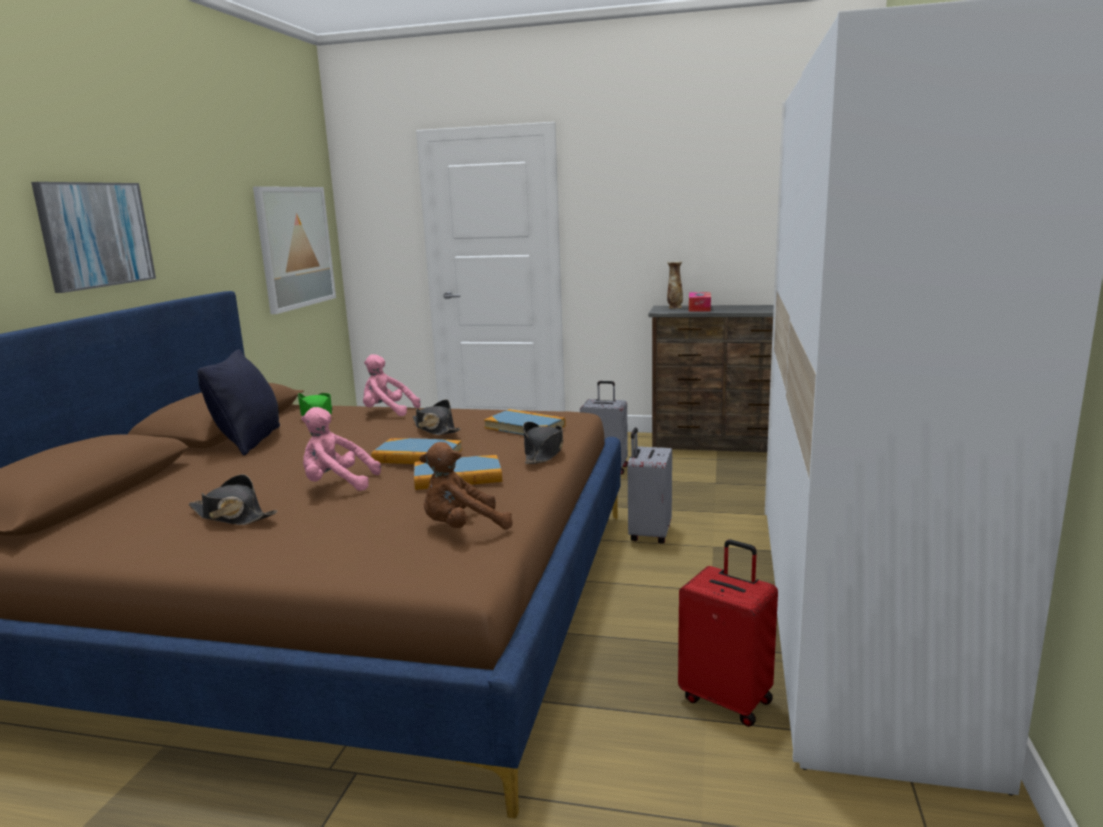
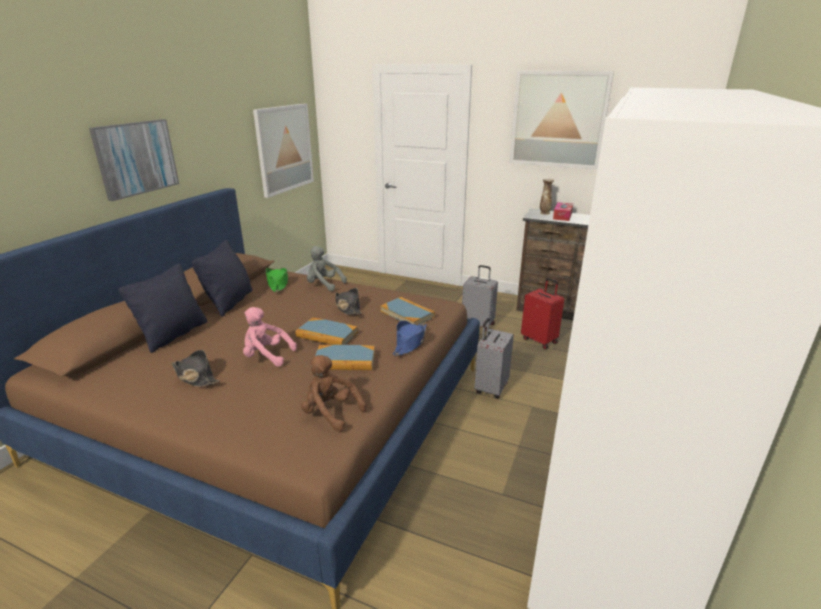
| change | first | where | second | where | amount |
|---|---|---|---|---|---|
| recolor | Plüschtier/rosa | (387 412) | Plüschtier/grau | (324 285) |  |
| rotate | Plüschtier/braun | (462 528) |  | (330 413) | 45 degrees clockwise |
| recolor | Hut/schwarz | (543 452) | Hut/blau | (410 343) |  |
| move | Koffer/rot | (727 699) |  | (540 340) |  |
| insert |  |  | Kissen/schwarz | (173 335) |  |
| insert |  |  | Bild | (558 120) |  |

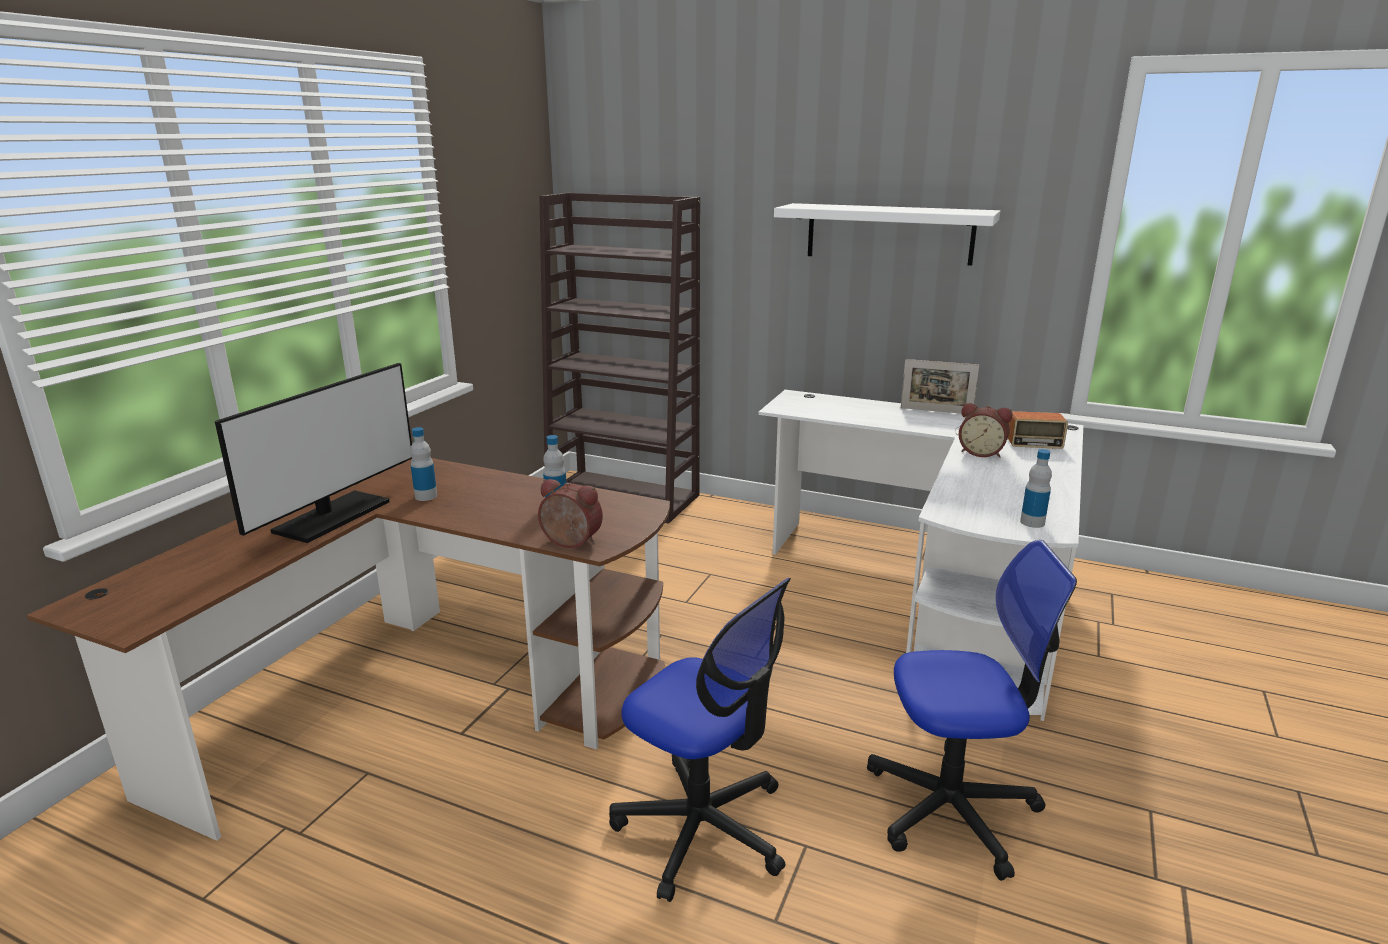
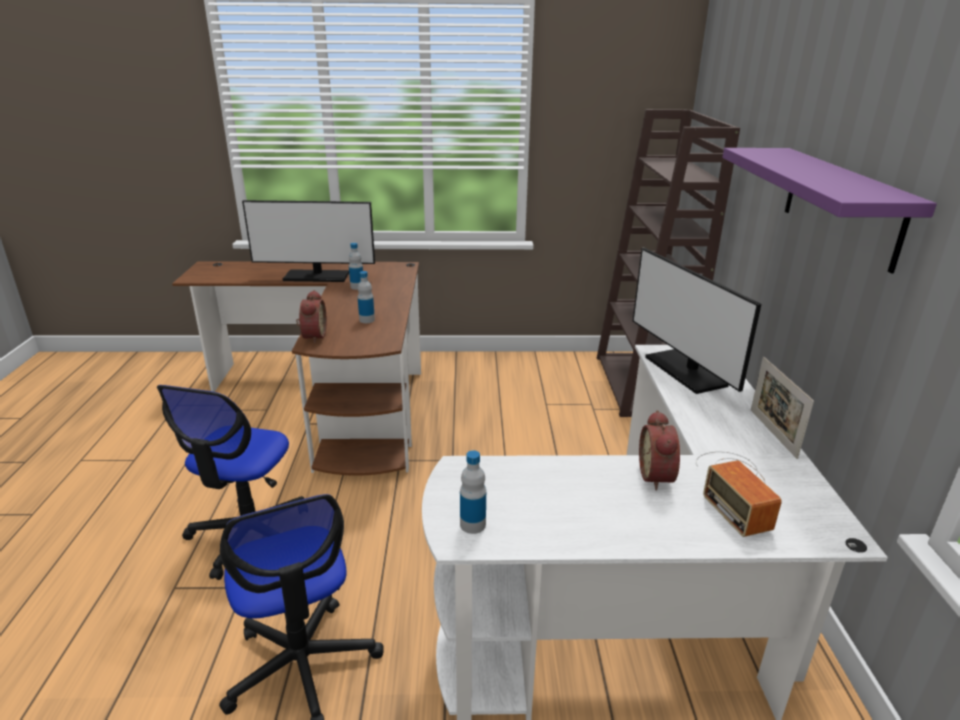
| change | first | where | second | where | amount |
|---|---|---|---|---|---|
| recolor | Wandregal/weiß | (889 233) | Wandregal/lila | (841 205) |  |
| insert |  |  | Monitor | (685 371) |  |

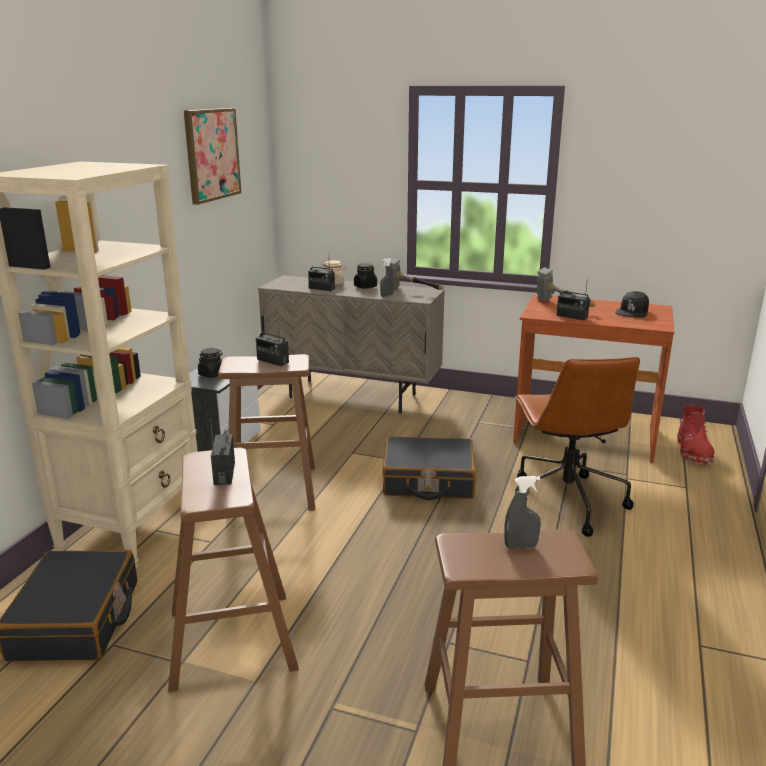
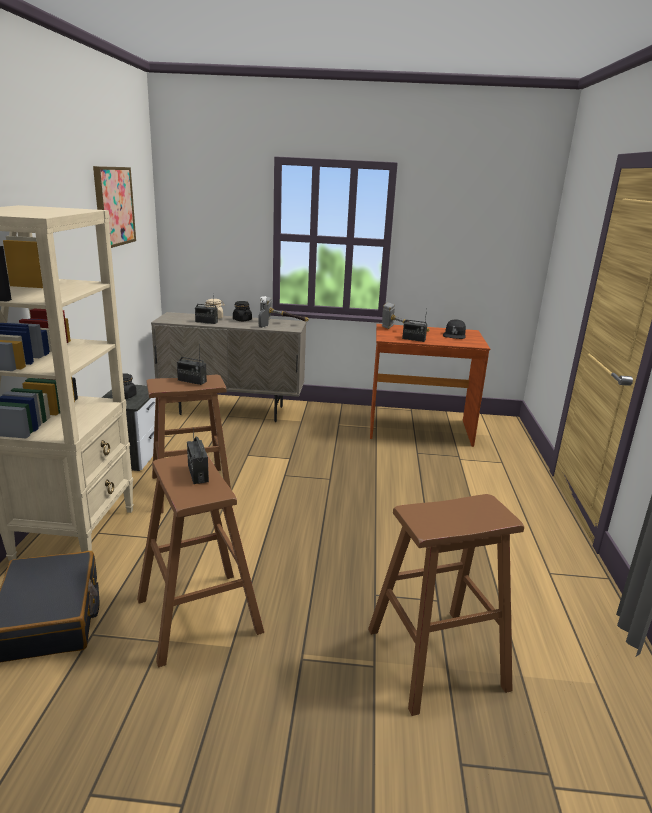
| change | first | where | second | where | amount |
|---|---|---|---|---|---|
| delete | Koffer/schwarz | (428 481) |  |  |  |
| delete | Sprühflasche/grau | (520 546) |  |  |  |
| delete | Bürostuhl/braun | (565 501) |  |  |  |
| delete | Stiefel/rot | (693 452) |  |  |  |

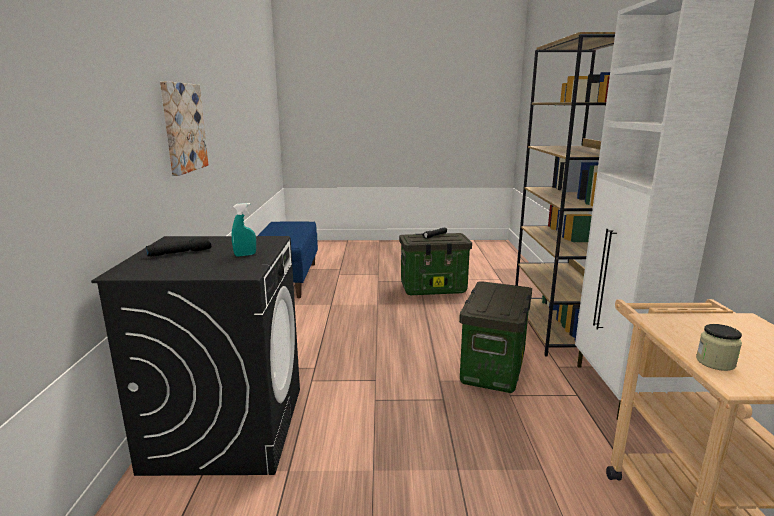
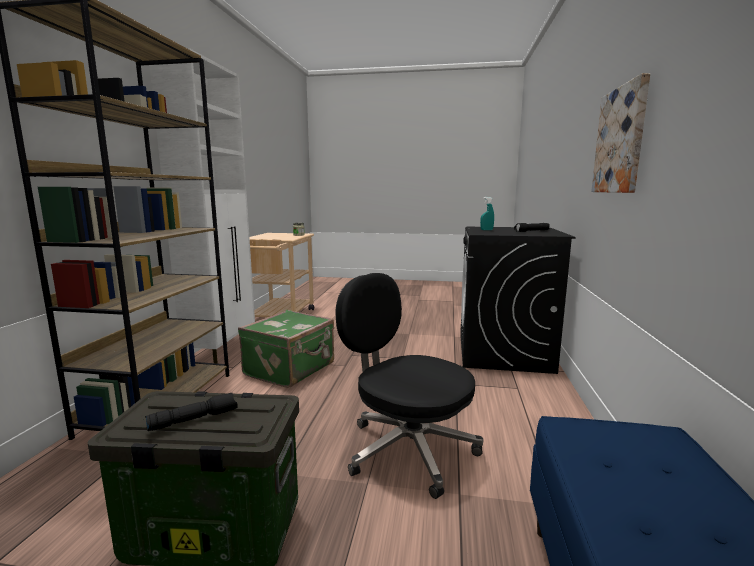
| change | first | where | second | where | amount |
|---|---|---|---|---|---|
| replace | Aufbewahrungsbox | (493 369) | Koffer/grün | (291 369) |  |
| insert |  |  | Bürostuhl/schwarz | (407 449) |  |

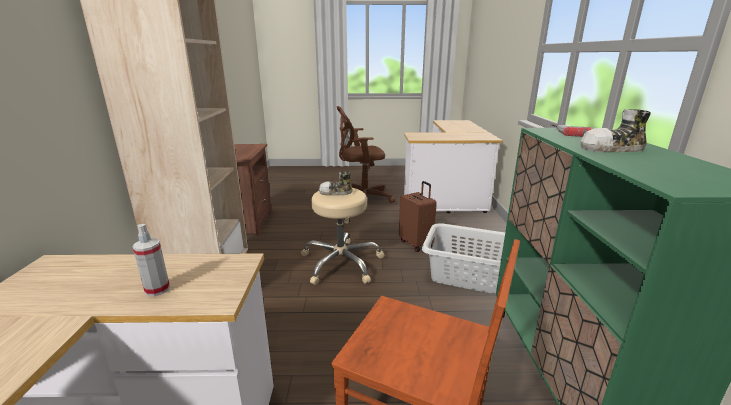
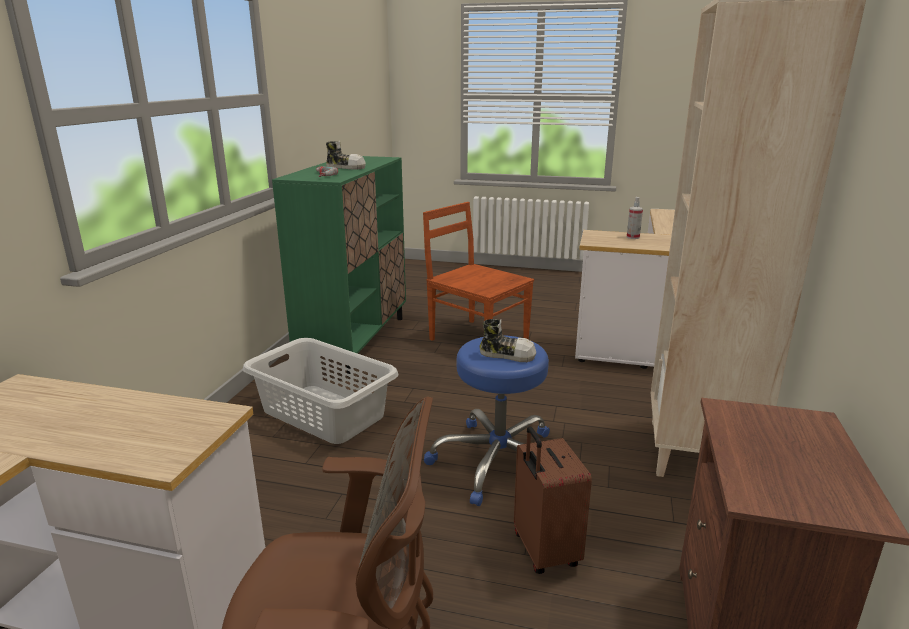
| change | first | where | second | where | amount |
|---|---|---|---|---|---|
| recolor | Hocker/beige | (341 263) | Hocker/blau | (497 461) |  |
| move | Koffer/braun | (416 244) |  | (543 551) |  |

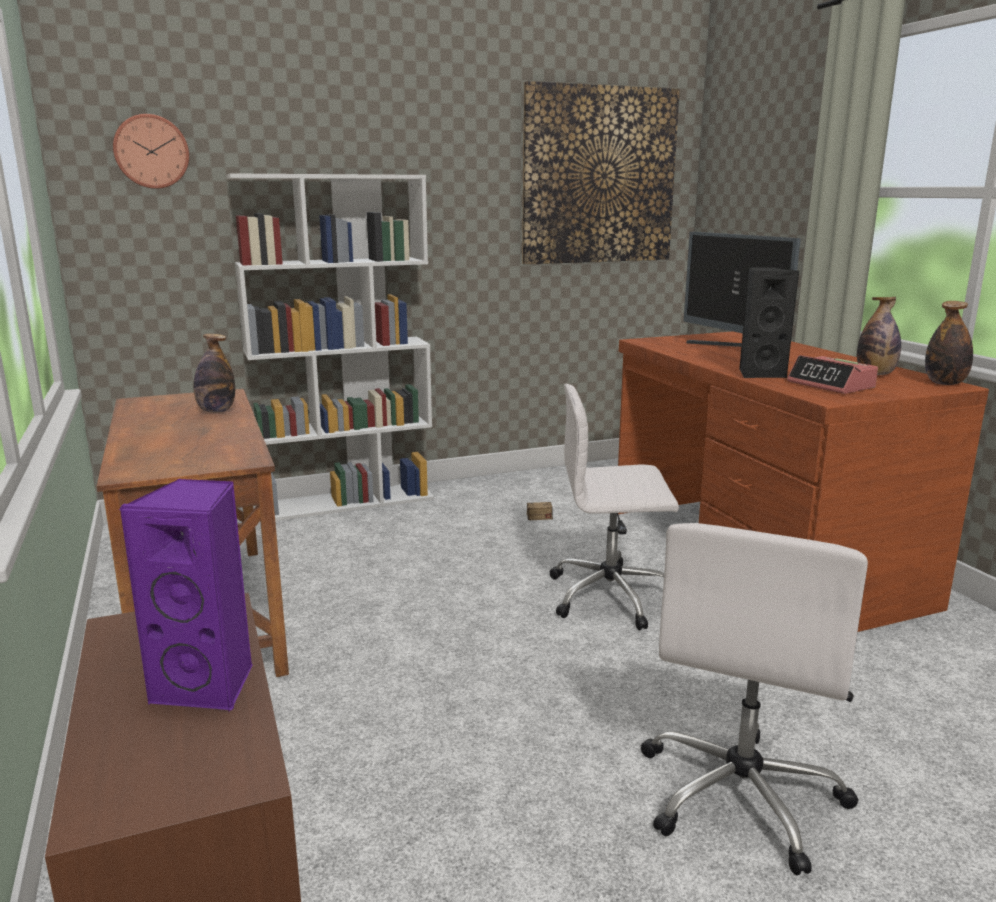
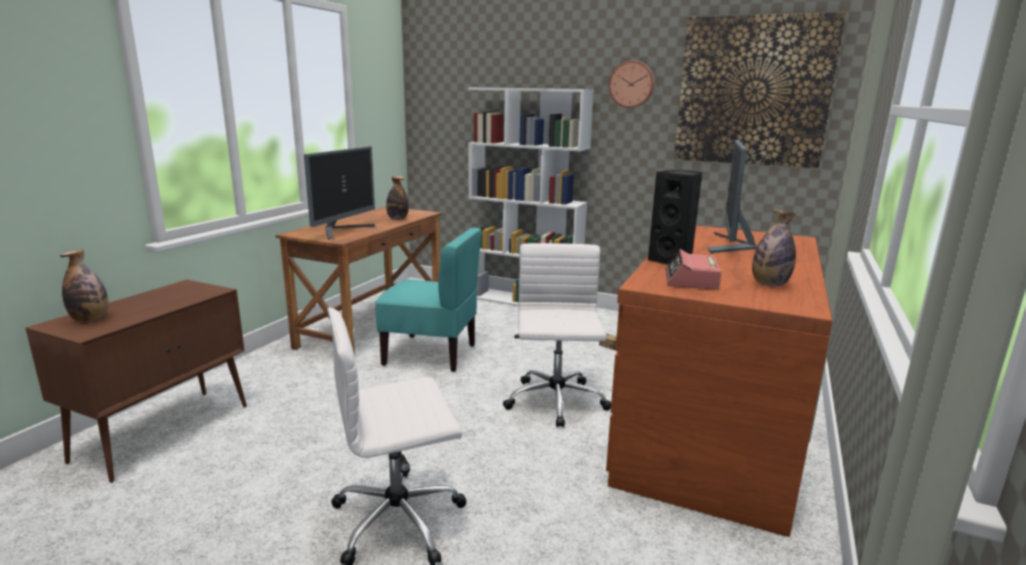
| change | first | where | second | where | amount |
|---|---|---|---|---|---|
| move | Wanduhr | (151 152) |  | (631 84) |  |
| delete | Lautsprecher/lila | (209 685) |  |  |  |
| rotate | Bürostuhl/weiß | (612 596) |  | (555 402) | 45 degrees clockwise |
| move | Flasche | (945 383) |  | (90 319) |  |
| insert |  |  | Monitor | (342 230) |  |
| insert |  |  | Stuhl/türkis | (431 354) |  |

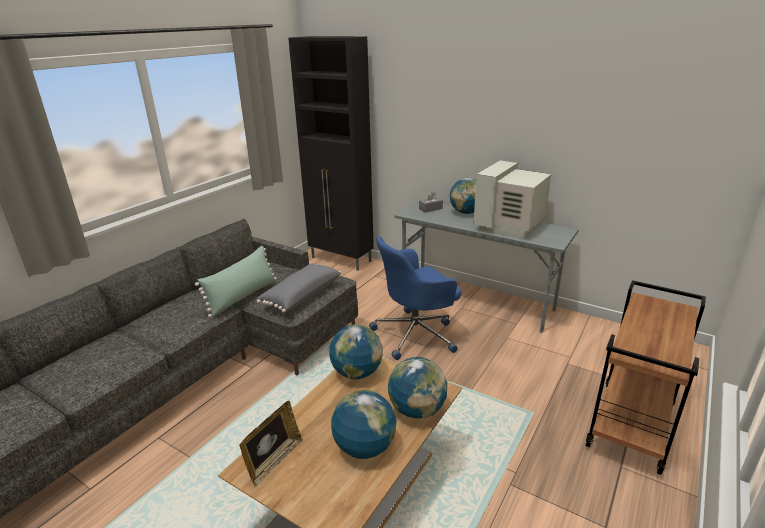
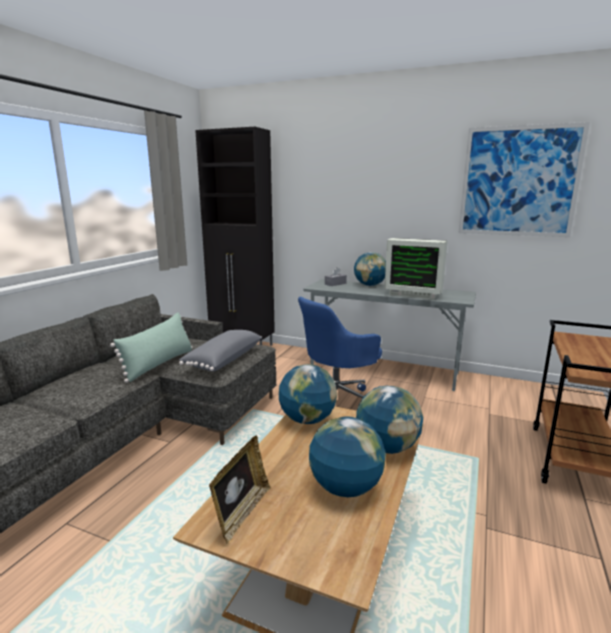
| change | first | where | second | where | amount |
|---|---|---|---|---|---|
| rotate | Monitor | (510 226) |  | (415 292) | 90 degrees counterclockwise |
| insert |  |  | Bild | (518 182) |  |

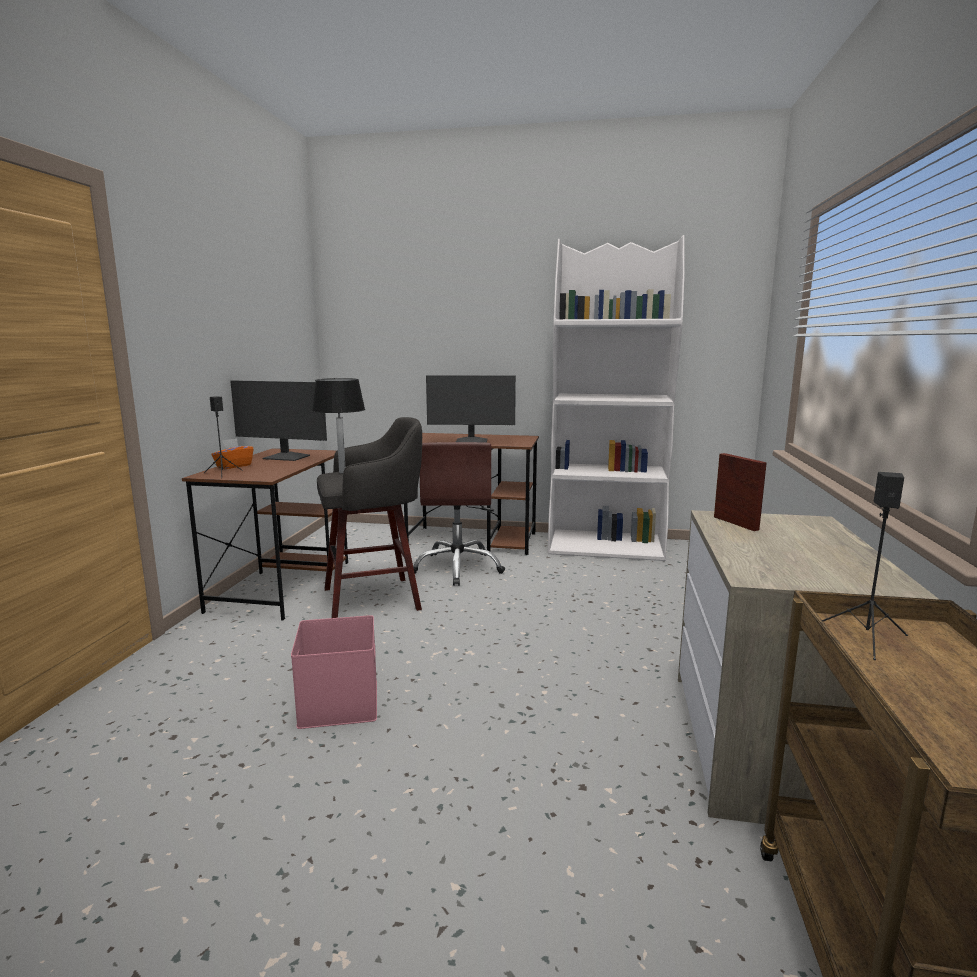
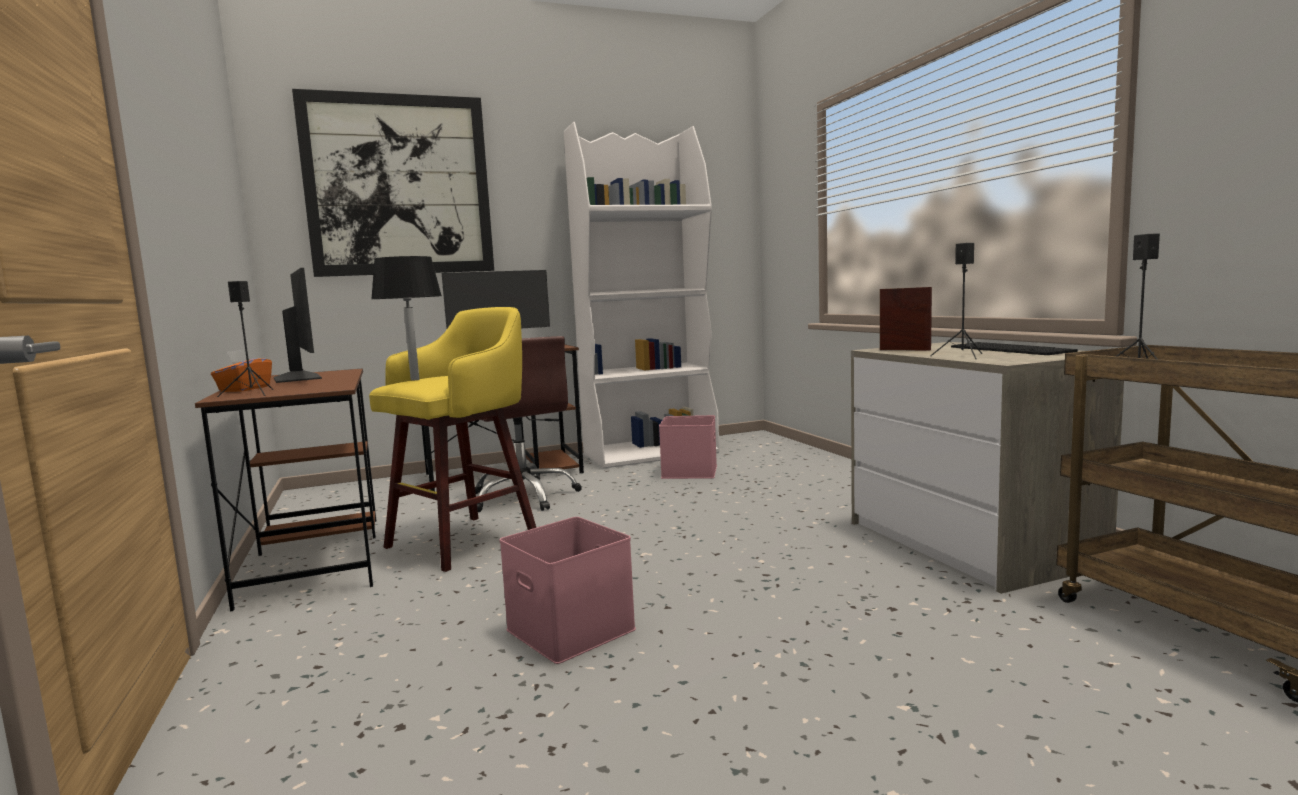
| change | first | where | second | where | amount |
|---|---|---|---|---|---|
| rotate | Monitor | (286 457) |  | (299 378) | 105 degrees counterclockwise |
| recolor | Hocker/grau | (375 598) | Hocker/gelb | (466 540) |  |
| insert |  |  | Bild | (399 186) |  |
| insert |  |  | Aufbewahrungsbox/rosa | (690 472) |  |
| insert |  |  | Lautsprecher/schwarz | (963 356) |  |
| insert |  |  | Tastatur | (1012 349) |  |

